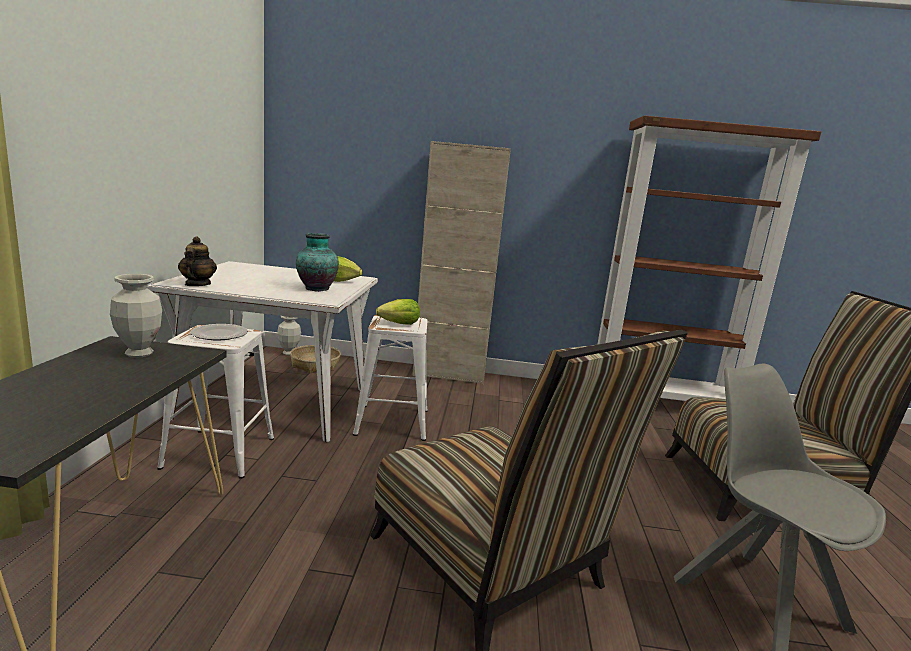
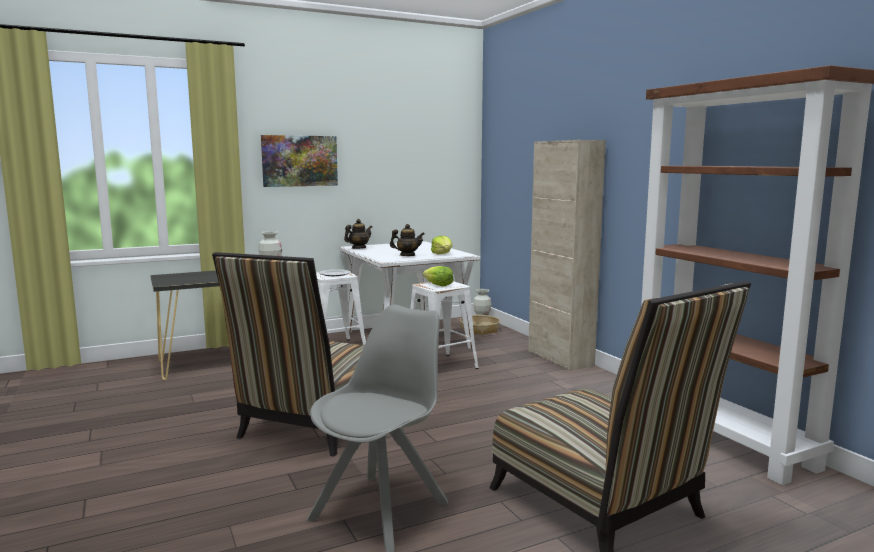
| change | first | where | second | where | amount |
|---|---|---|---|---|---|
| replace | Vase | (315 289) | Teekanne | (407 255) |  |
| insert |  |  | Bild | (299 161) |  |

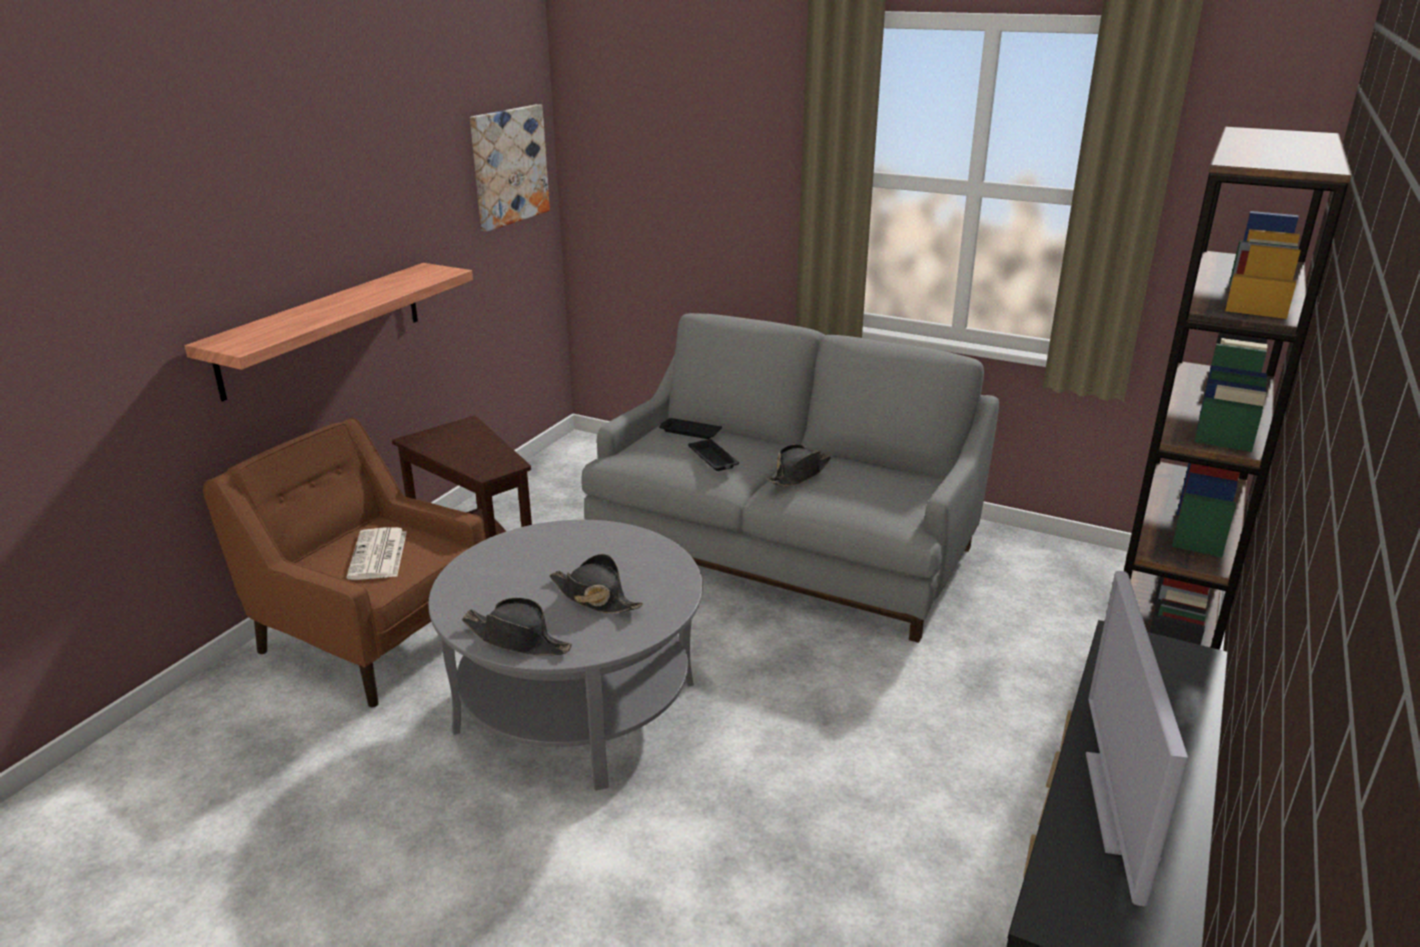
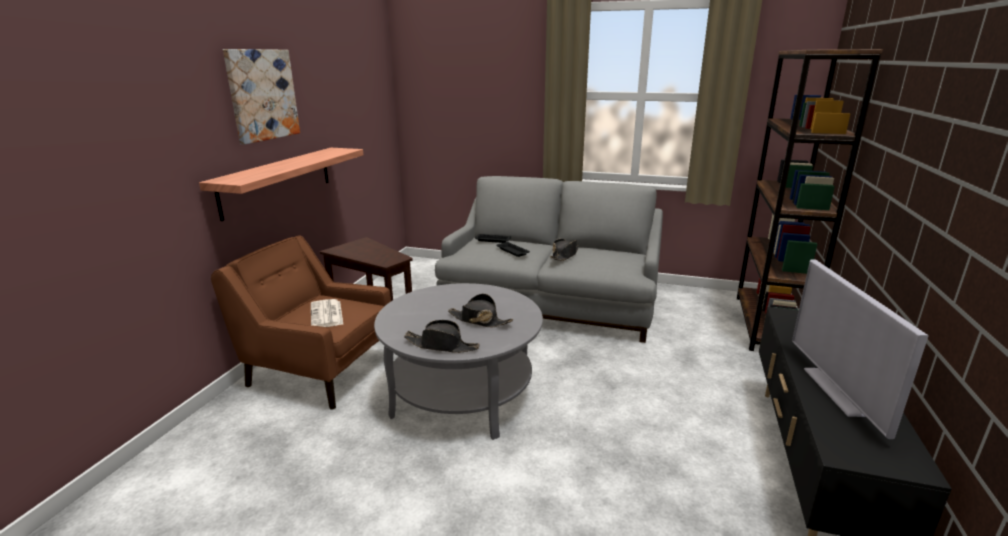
| change | first | where | second | where | amount |
|---|---|---|---|---|---|
| move | Bild | (508 166) |  | (262 95) |  |

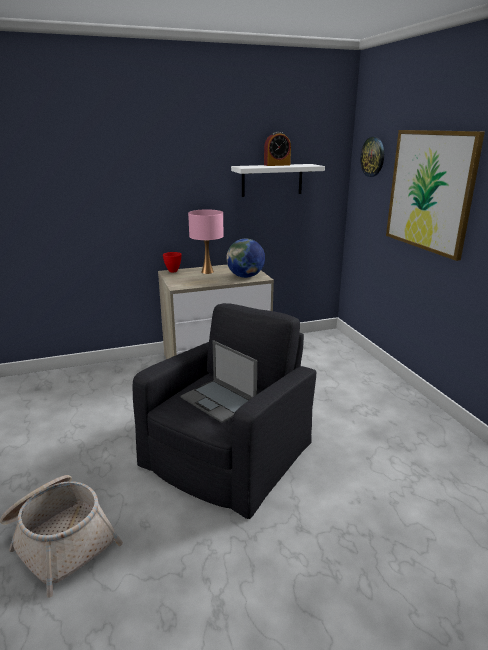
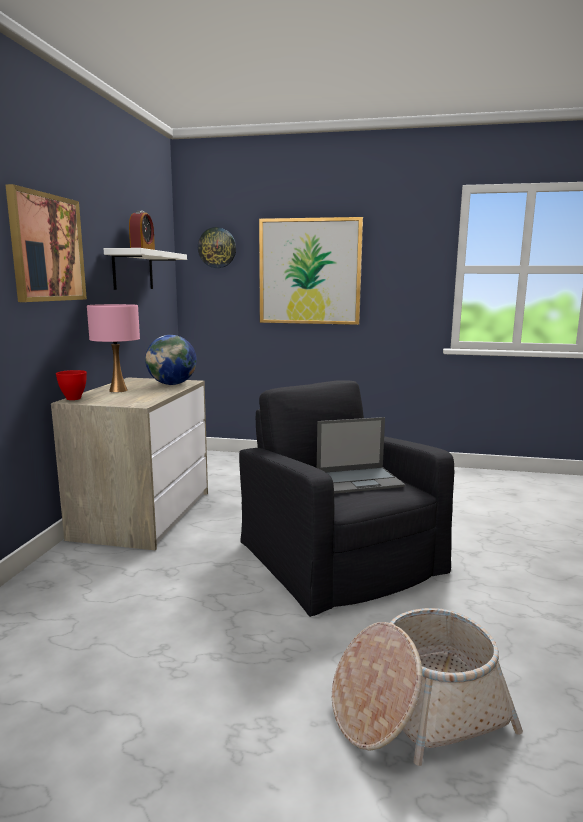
| change | first | where | second | where | amount |
|---|---|---|---|---|---|
| insert |  |  | Bild | (47 248) |  |

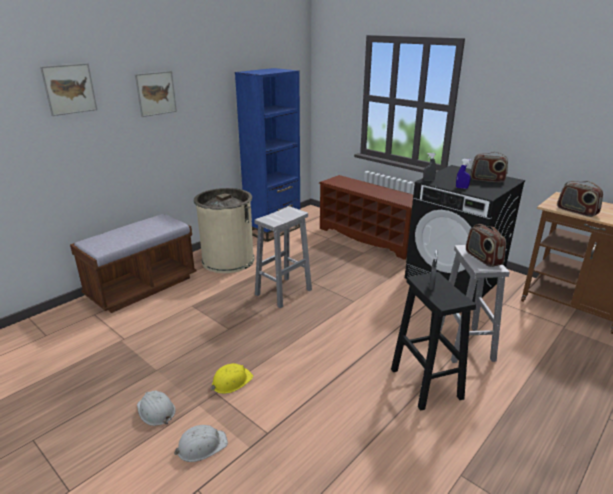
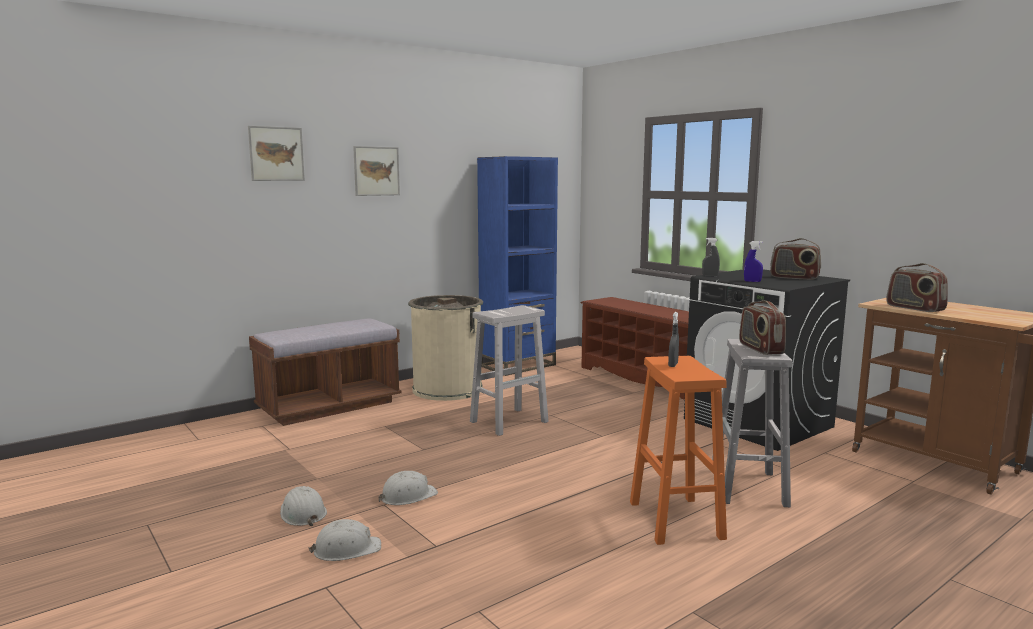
| change | first | where | second | where | amount |
|---|---|---|---|---|---|
| recolor | Schutzhelm/gelb | (231 381) | Schutzhelm/weiß | (408 496) |  |
| recolor | Hocker/schwarz | (427 384) | Hocker/orange | (676 521) |  |

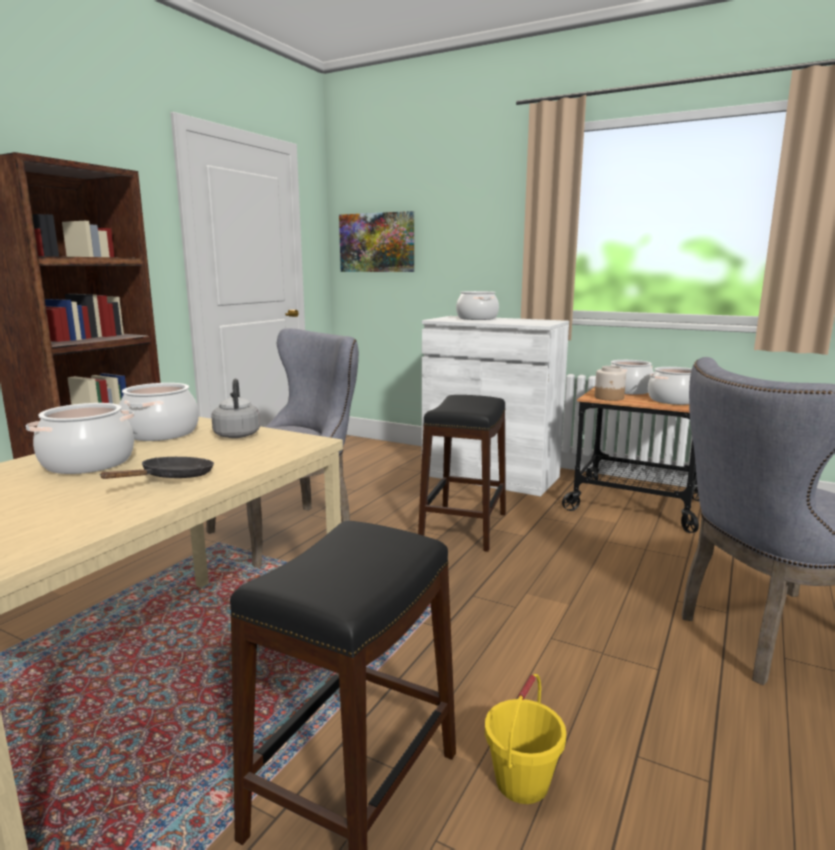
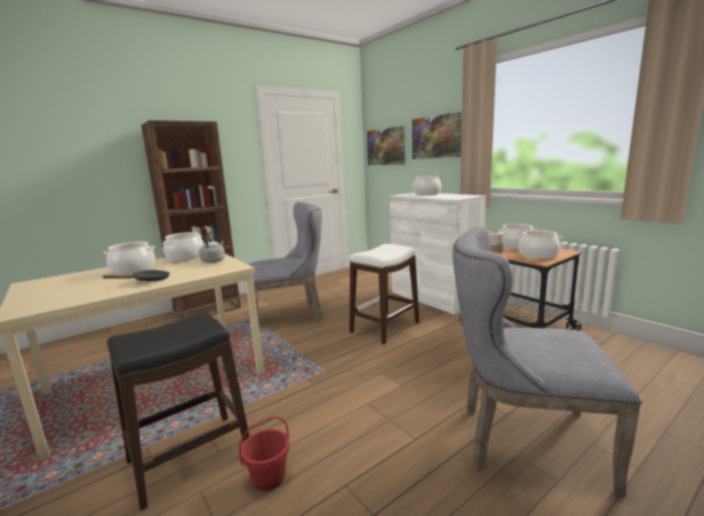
| change | first | where | second | where | amount |
|---|---|---|---|---|---|
| recolor | Hocker/schwarz | (464 527) | Hocker/weiß | (385 327) |  |
| recolor | Eimer/gelb | (522 782) | Eimer/rot | (269 478) |  |
| insert |  |  | Bild | (436 137) |  |

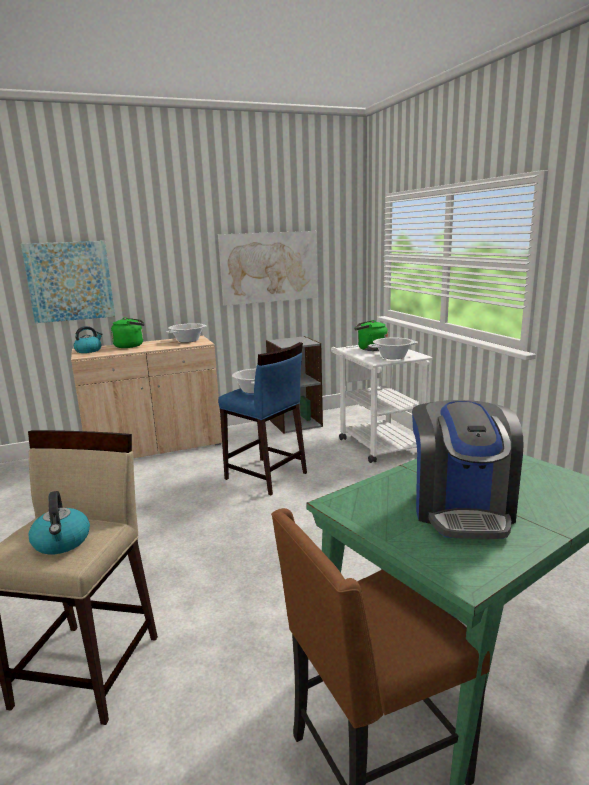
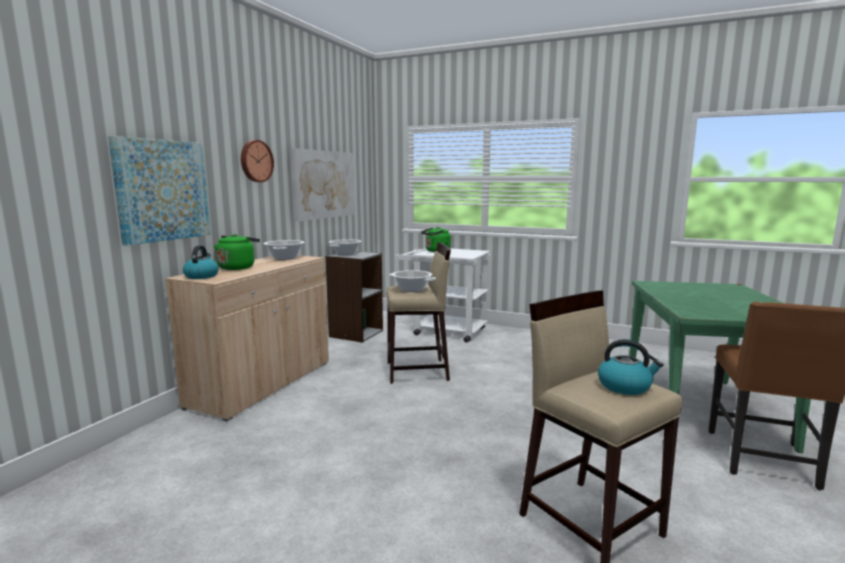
| change | first | where | second | where | amount |
|---|---|---|---|---|---|
| recolor | Hocker/blau | (266 476) | Hocker/beige | (418 371) |  |
| move | Kochtopf | (393 357) |  | (345 254) |  |
| delete | Kaffeemaschine | (461 509) |  |  |  |
| insert |  |  | Wanduhr | (255 161) |  |

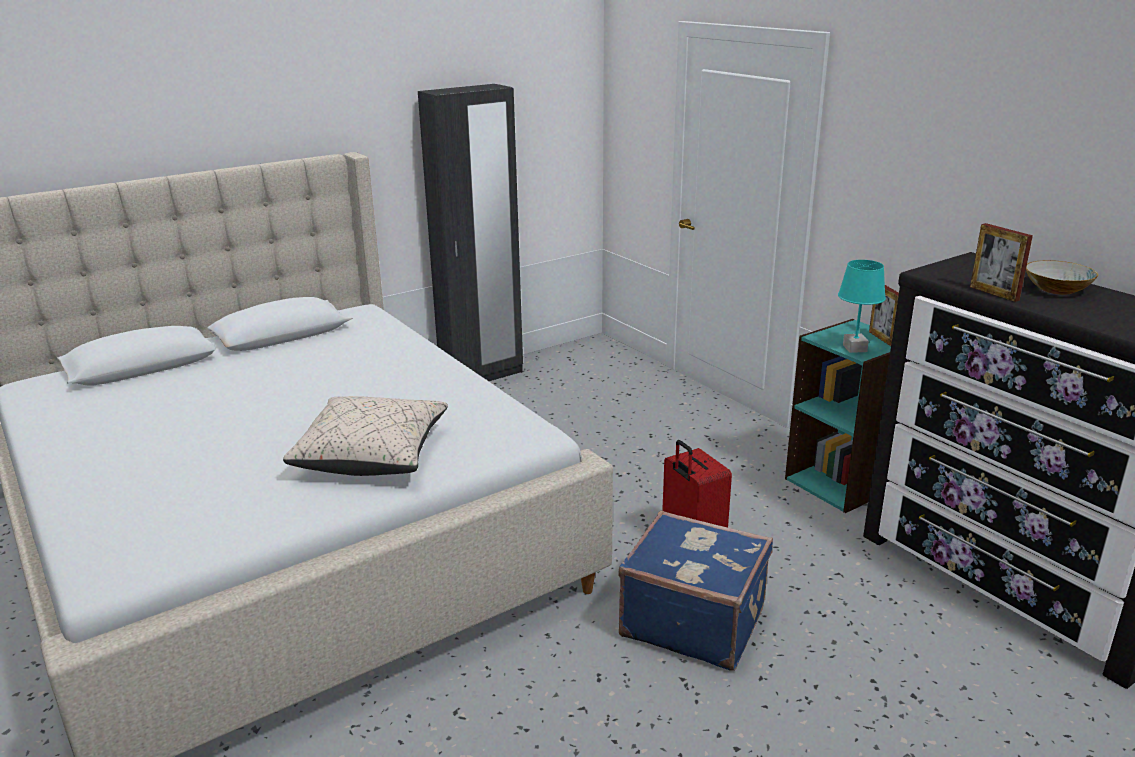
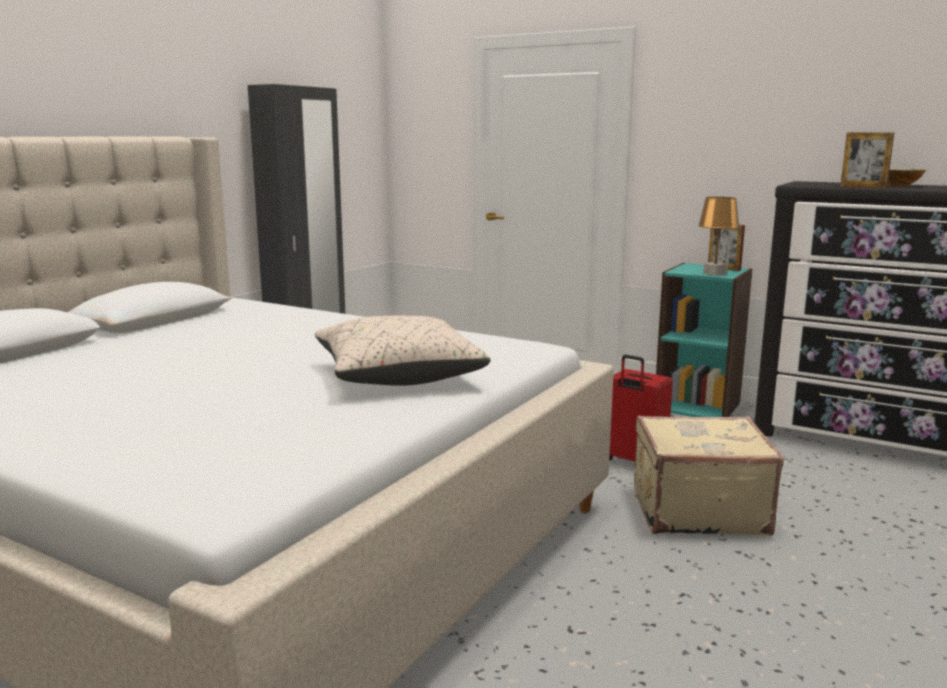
| change | first | where | second | where | amount |
|---|---|---|---|---|---|
| recolor | Koffer/blau | (693 620) | Koffer/beige | (697 511) |  |
| recolor | Tischlampe/türkis | (854 348) | Tischlampe/braun | (714 273) |  |

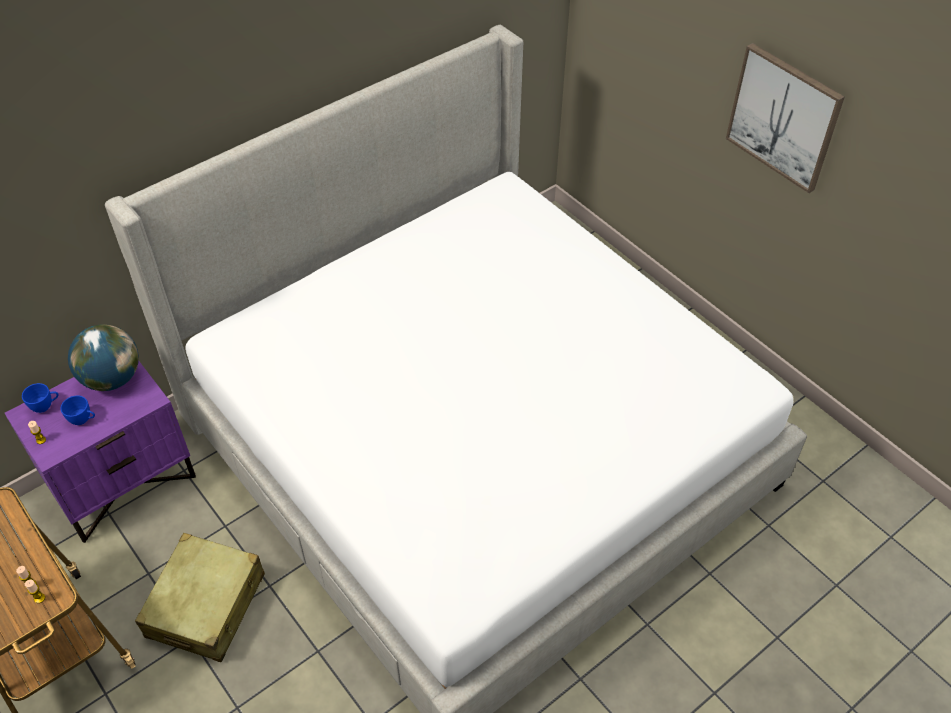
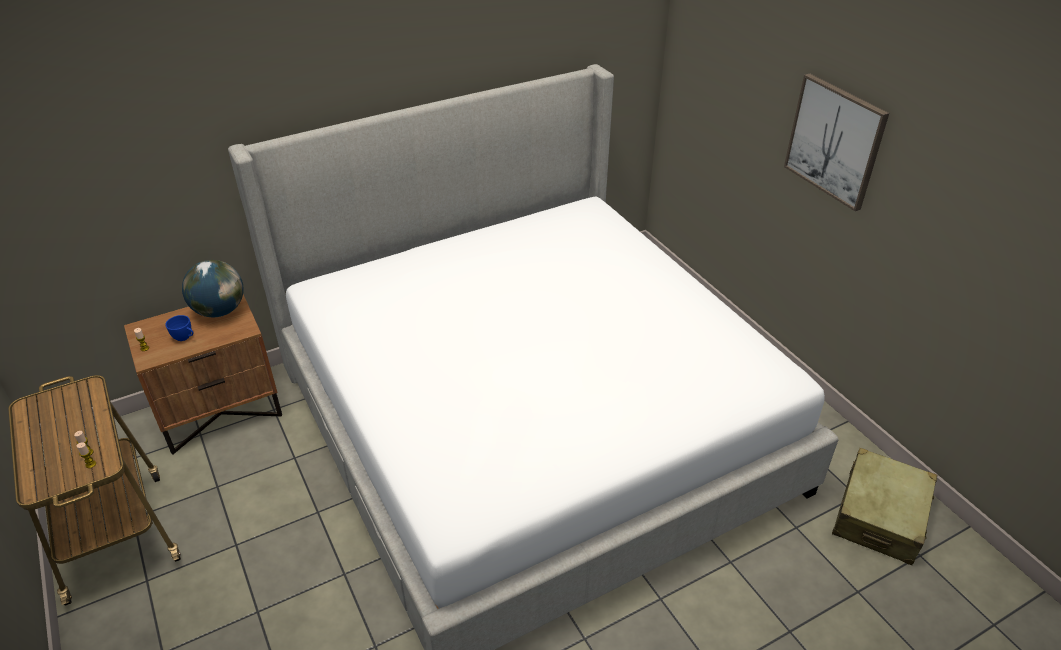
| change | first | where | second | where | amount |
|---|---|---|---|---|---|
| recolor | Nachttisch/lila | (124 482) | Nachttisch/braun | (221 412) |  |
| delete | Tasse/blau | (45 406) |  |  |  |
| move | Koffer/beige | (207 605) |  | (879 516) |  |

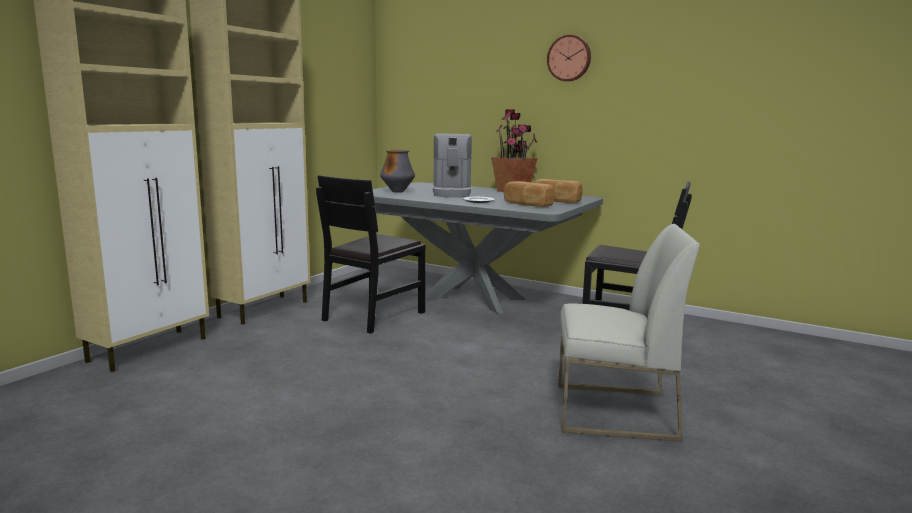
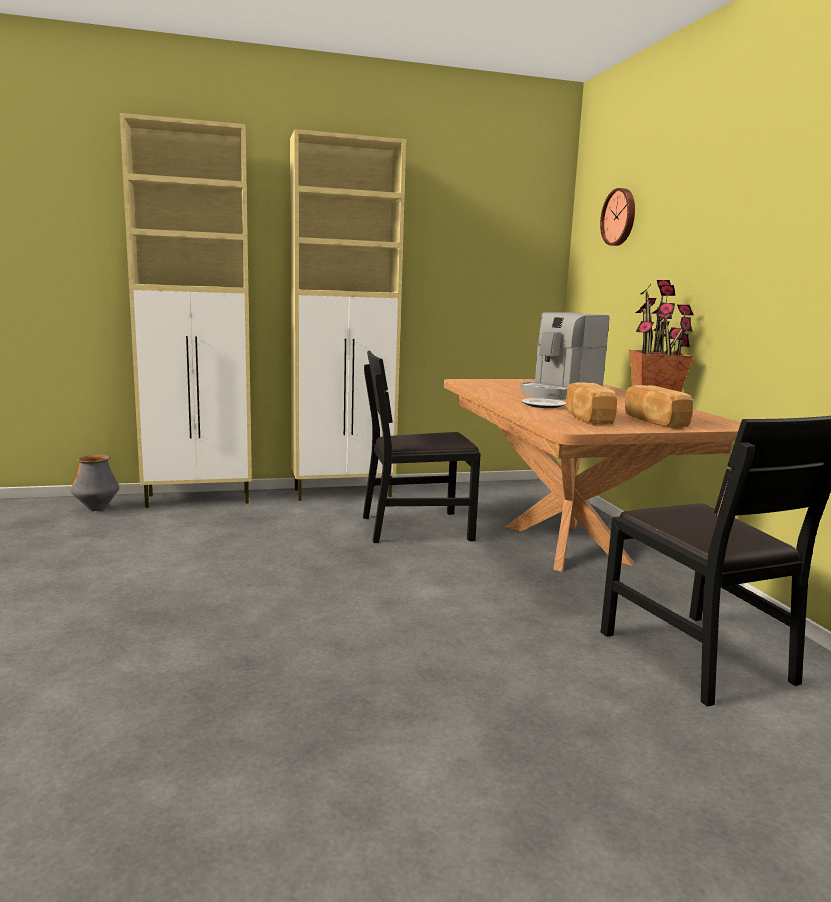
| change | first | where | second | where | amount |
|---|---|---|---|---|---|
| recolor | Esstisch/grau | (473 299) | Esstisch/braun | (565 544) |  |
| move | Vase | (397 191) |  | (96 509) |  |
| move | Wanduhr | (569 58) |  | (620 217) |  |
| delete | Stuhl/weiß | (613 412) |  |  |  |

